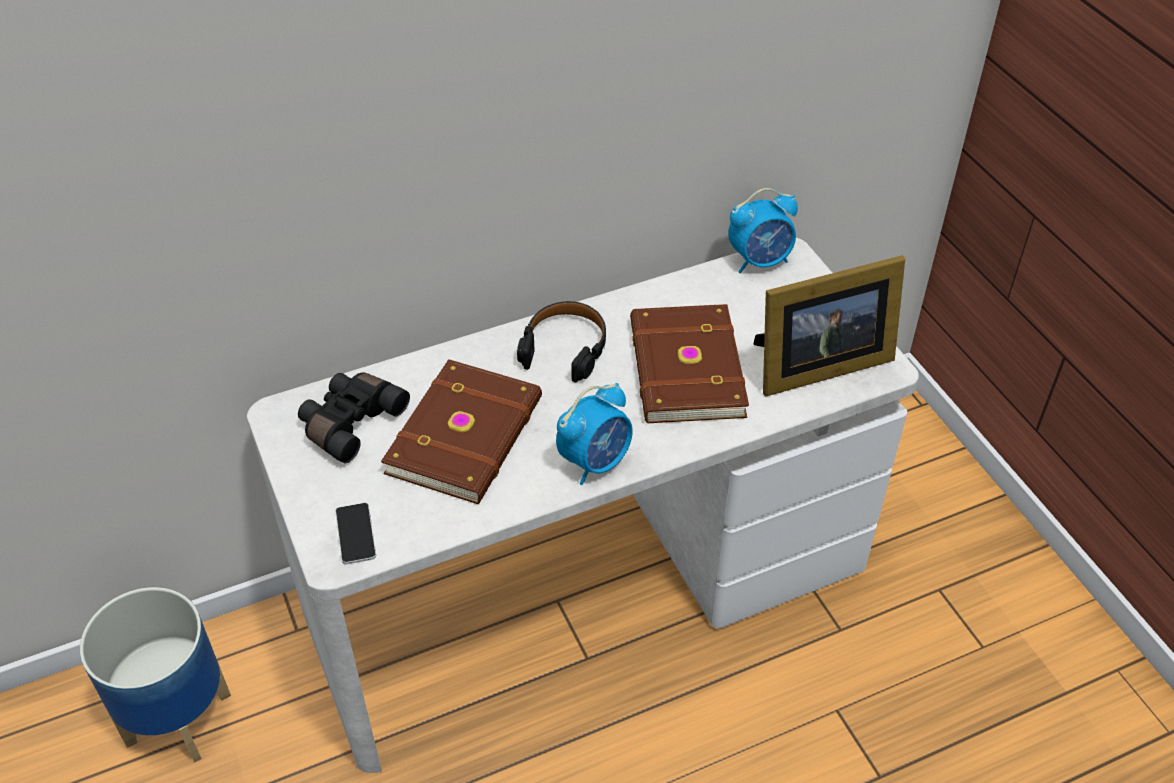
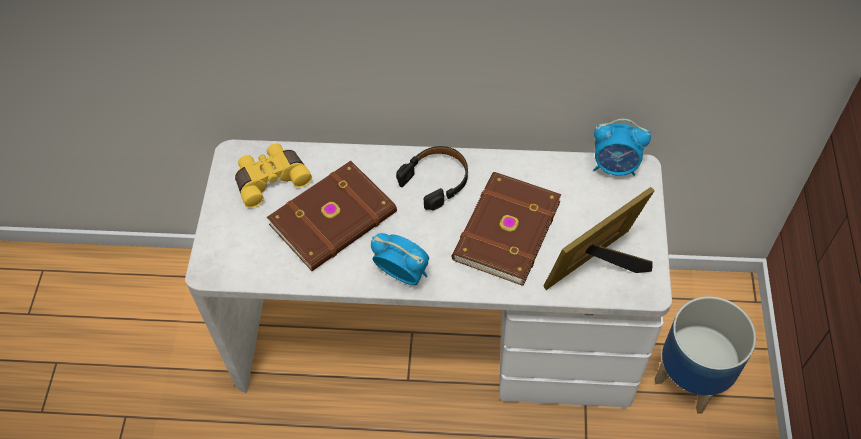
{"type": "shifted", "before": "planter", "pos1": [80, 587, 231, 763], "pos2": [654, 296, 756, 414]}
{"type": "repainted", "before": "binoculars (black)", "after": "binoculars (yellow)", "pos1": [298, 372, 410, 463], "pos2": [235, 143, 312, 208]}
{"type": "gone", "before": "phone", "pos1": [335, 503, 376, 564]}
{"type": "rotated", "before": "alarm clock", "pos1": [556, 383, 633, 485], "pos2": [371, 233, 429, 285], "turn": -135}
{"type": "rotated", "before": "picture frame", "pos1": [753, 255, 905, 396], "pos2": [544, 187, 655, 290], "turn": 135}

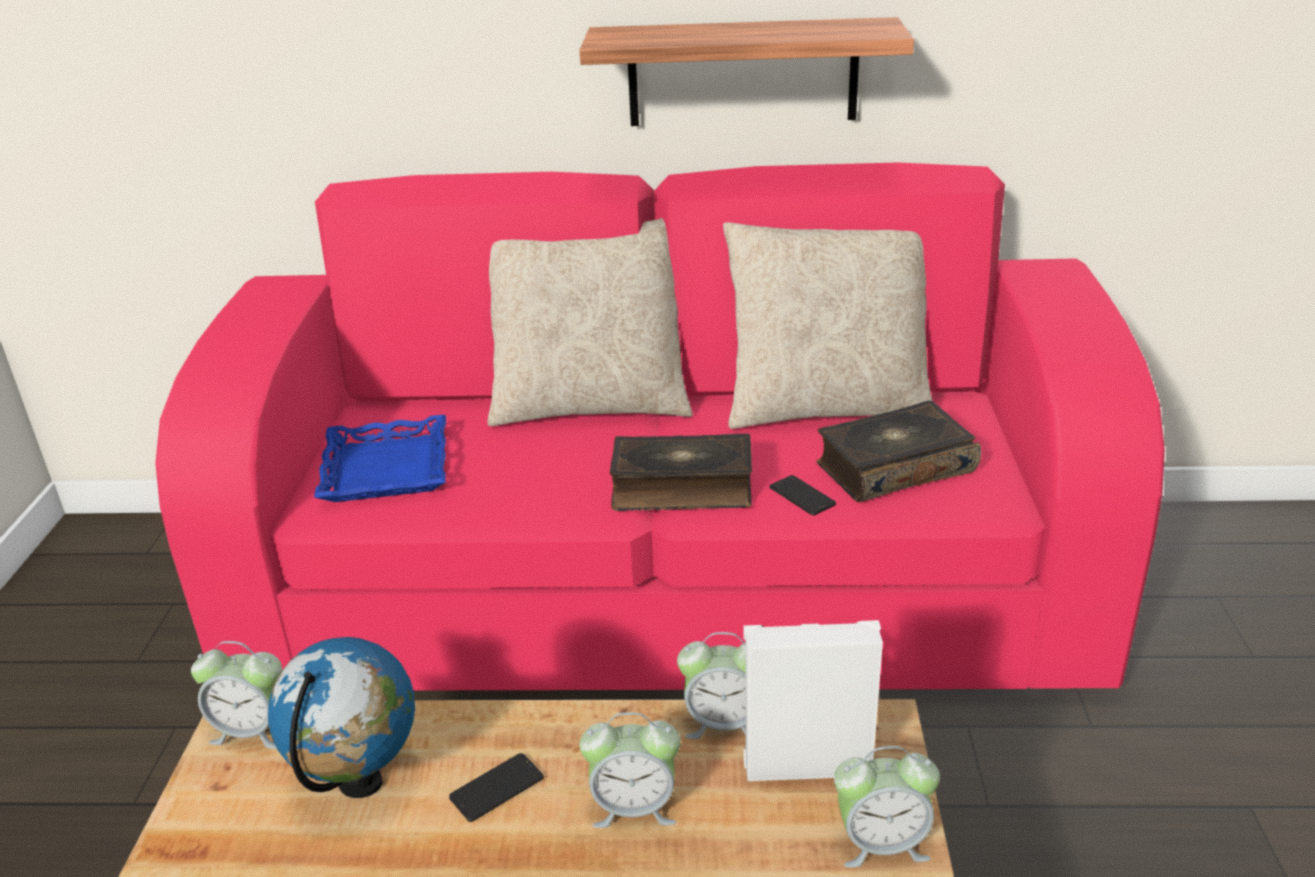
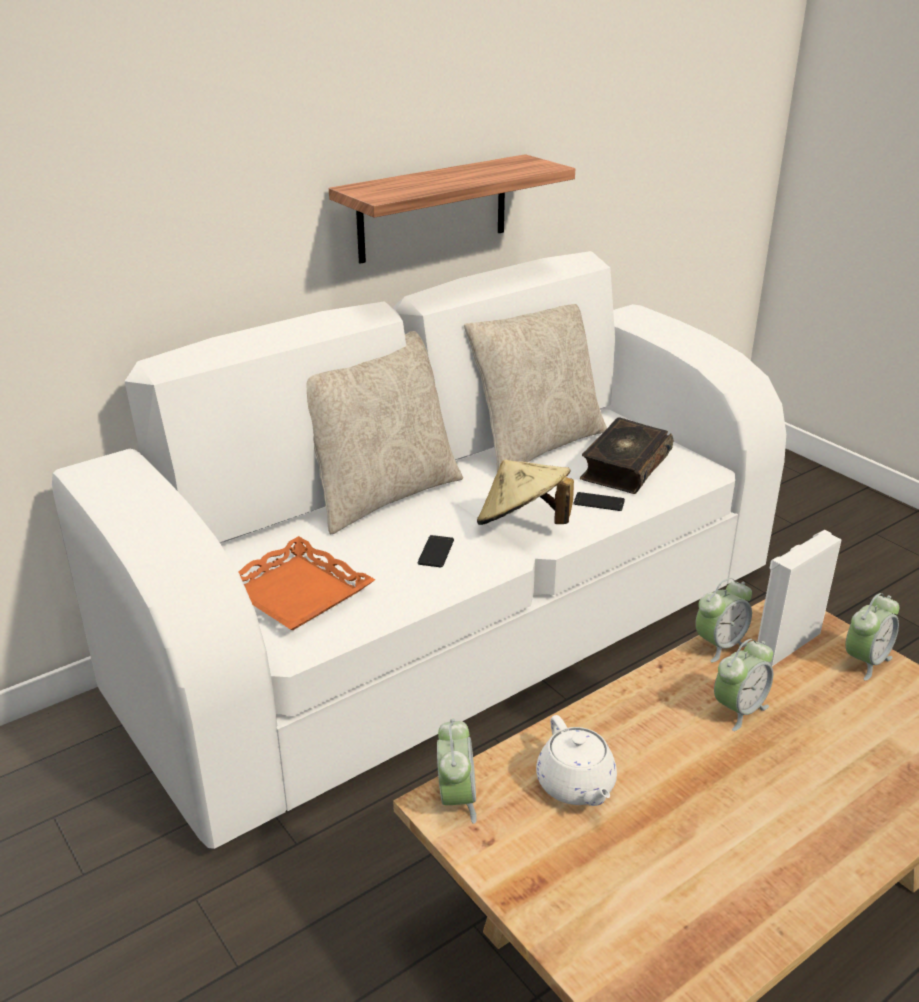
{"type": "repainted", "before": "sofa (pink)", "after": "sofa (white)", "pos1": [155, 162, 1165, 690], "pos2": [52, 251, 786, 849]}
{"type": "rotated", "before": "alarm clock", "pos1": [191, 641, 282, 749], "pos2": [437, 719, 477, 824], "turn": -60}
{"type": "swapped", "before": "globe", "after": "teapot (white)", "pos1": [268, 637, 415, 798], "pos2": [536, 715, 617, 806]}
{"type": "repainted", "before": "tray (blue)", "after": "tray (orange)", "pos1": [314, 415, 446, 502], "pos2": [238, 536, 376, 630]}
{"type": "shifted", "before": "phone", "pos1": [449, 753, 544, 822], "pos2": [418, 535, 454, 567]}
{"type": "swapped", "before": "book", "after": "hat (beige)", "pos1": [609, 434, 752, 511], "pos2": [477, 459, 574, 525]}

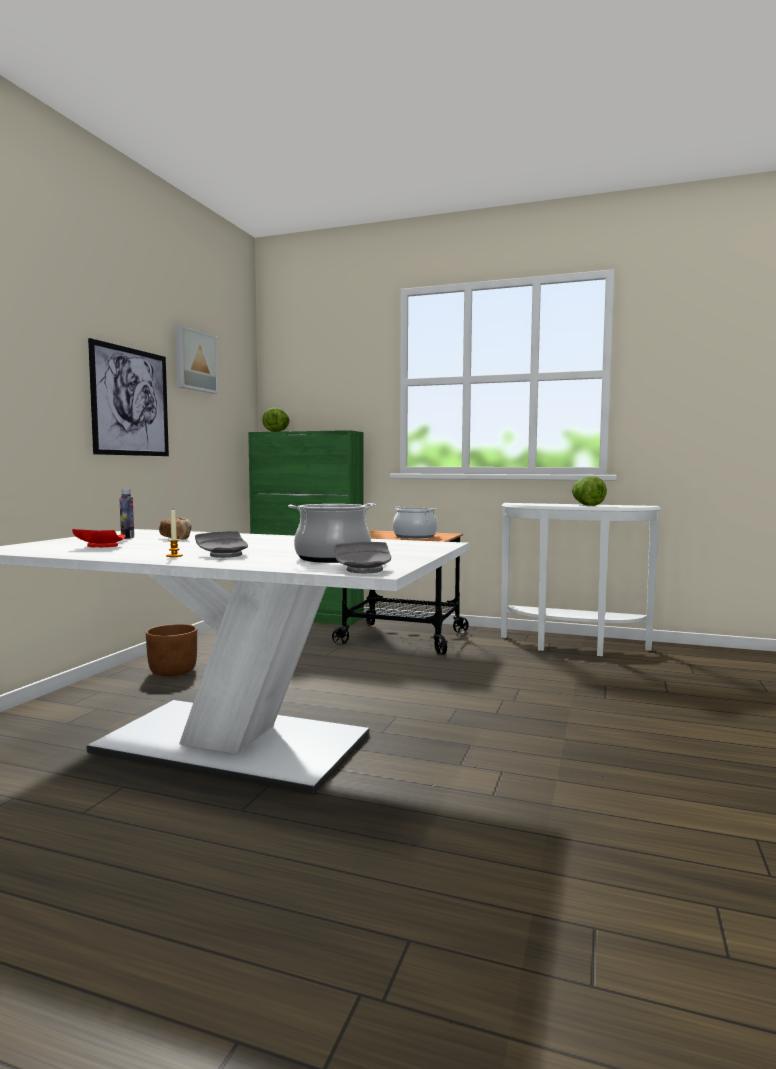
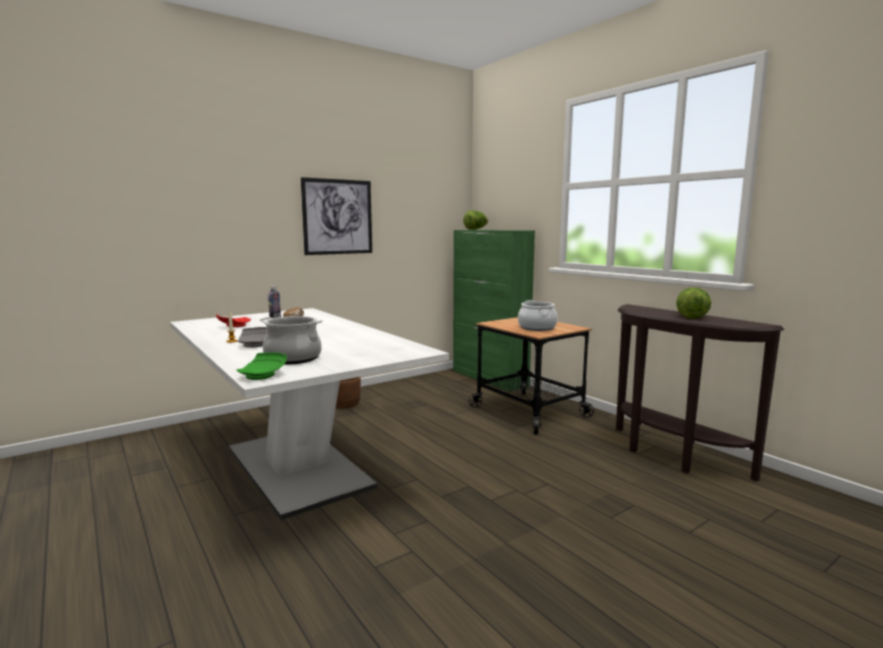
{"type": "gone", "before": "picture", "pos1": [175, 325, 218, 394]}
{"type": "repainted", "before": "plate (grey)", "after": "plate (green)", "pos1": [334, 542, 391, 573], "pos2": [237, 352, 287, 380]}
{"type": "repainted", "before": "console table (white)", "after": "console table (brown)", "pos1": [501, 503, 662, 656], "pos2": [616, 304, 784, 482]}

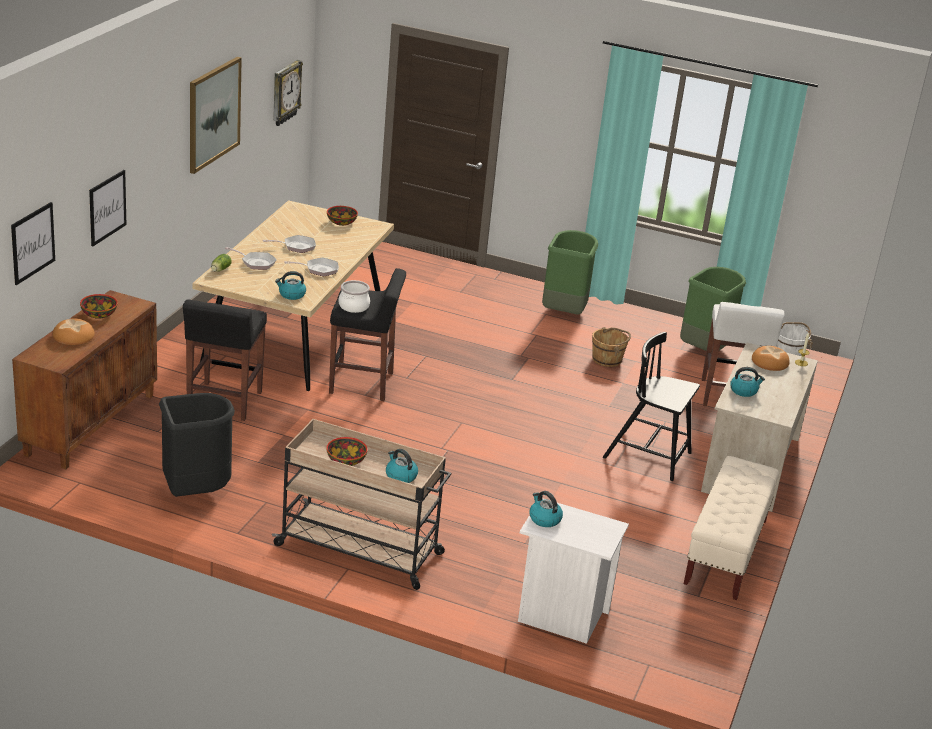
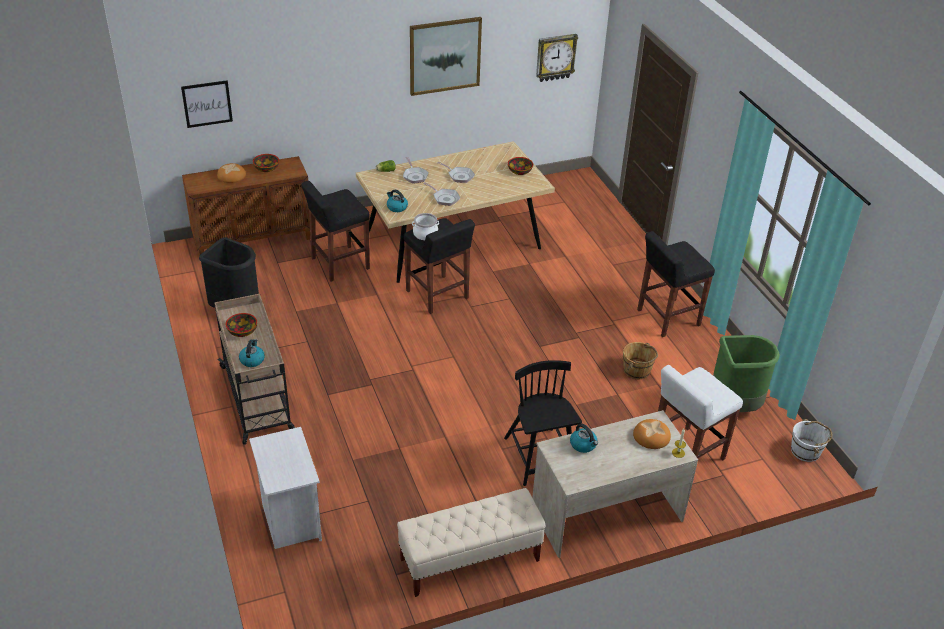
{"type": "gone", "before": "picture", "pos1": [89, 170, 126, 246]}
{"type": "gone", "before": "kettle", "pos1": [530, 491, 563, 527]}
{"type": "swapped", "before": "trash can (green)", "after": "stool (black)", "pos1": [542, 230, 598, 315], "pos2": [637, 231, 715, 337]}

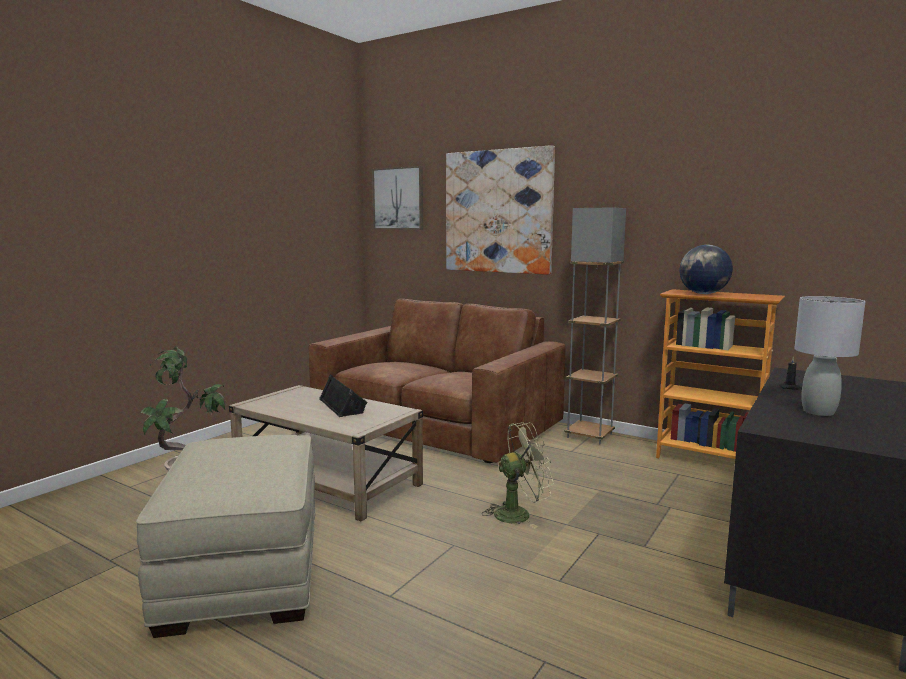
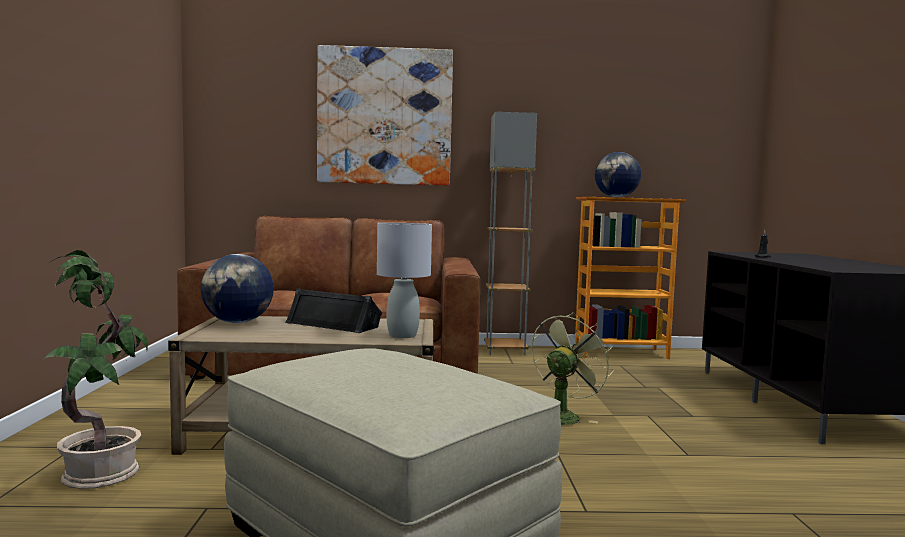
{"type": "gone", "before": "picture", "pos1": [372, 166, 423, 230]}
{"type": "shifted", "before": "table lamp (grey)", "pos1": [794, 296, 865, 416], "pos2": [377, 223, 432, 338]}
{"type": "new", "after": "globe", "pos2": [201, 254, 274, 323]}

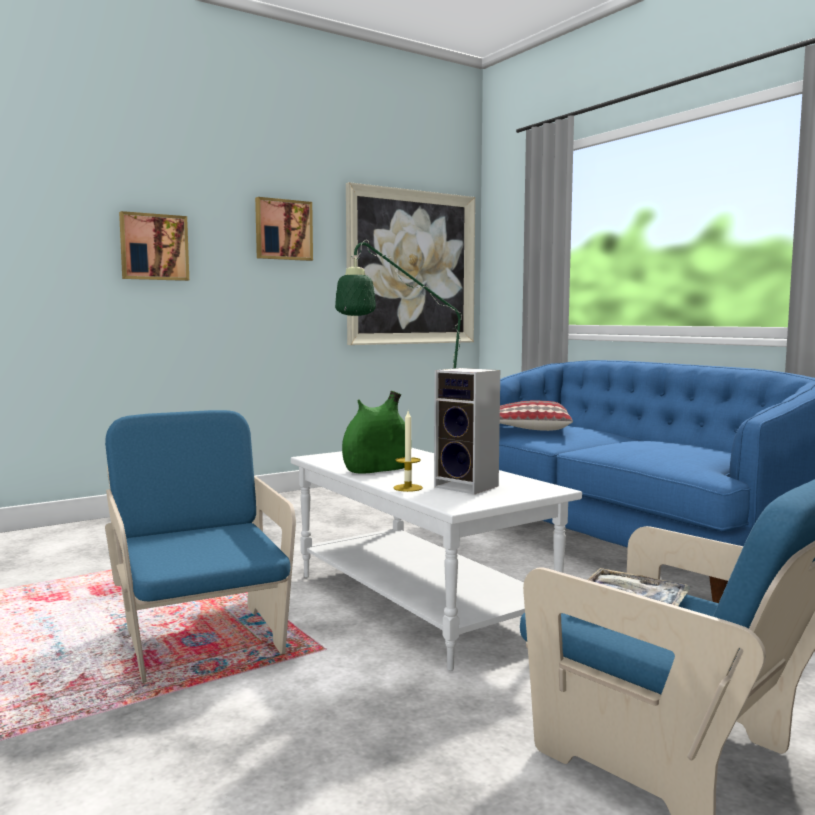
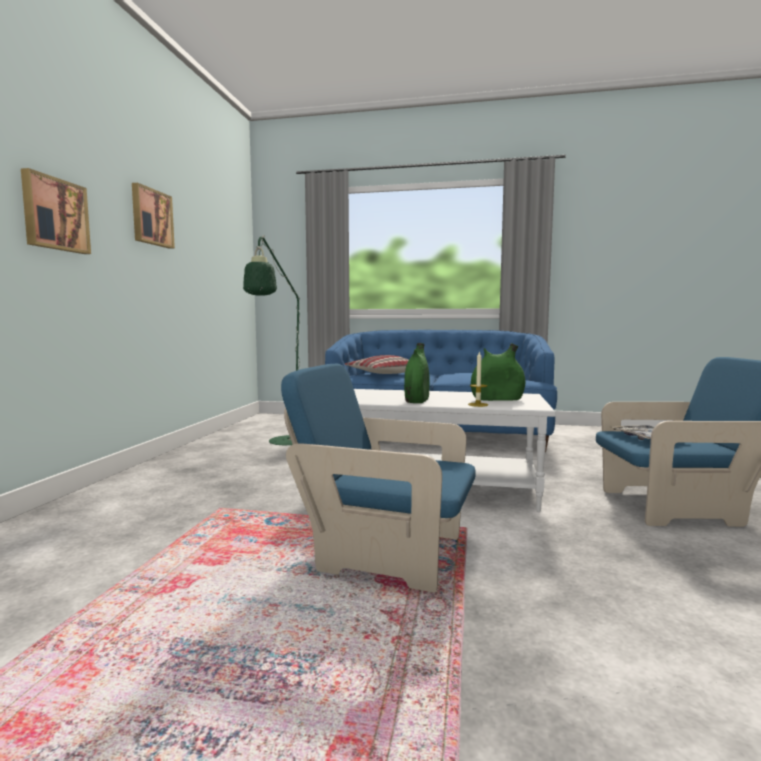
{"type": "gone", "before": "picture", "pos1": [346, 182, 475, 345]}
{"type": "swapped", "before": "speaker", "after": "vase (green)", "pos1": [434, 368, 500, 494], "pos2": [471, 343, 525, 401]}

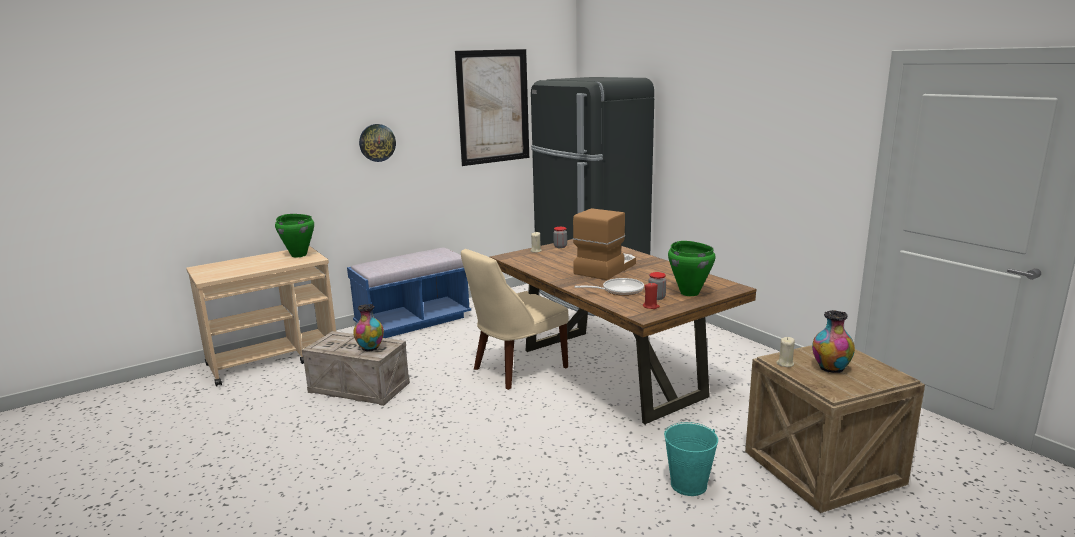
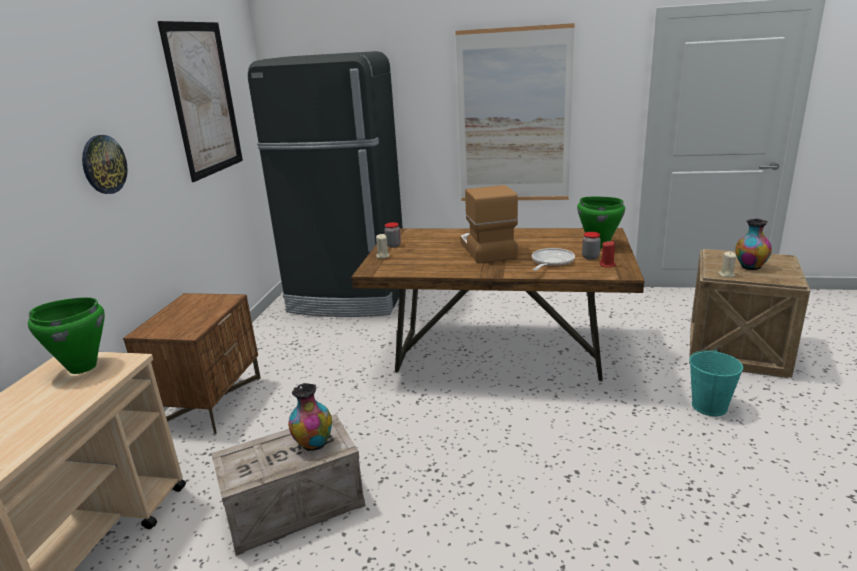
{"type": "swapped", "before": "bench (blue)", "after": "nightstand (brown)", "pos1": [347, 248, 471, 338], "pos2": [123, 293, 261, 434]}
{"type": "gone", "before": "chair (beige)", "pos1": [461, 249, 569, 390]}
{"type": "new", "after": "picture", "pos2": [455, 23, 575, 201]}

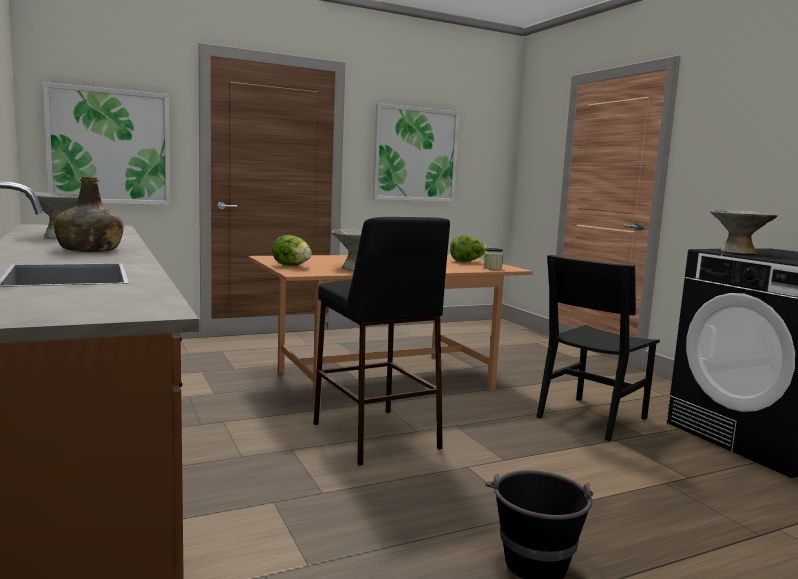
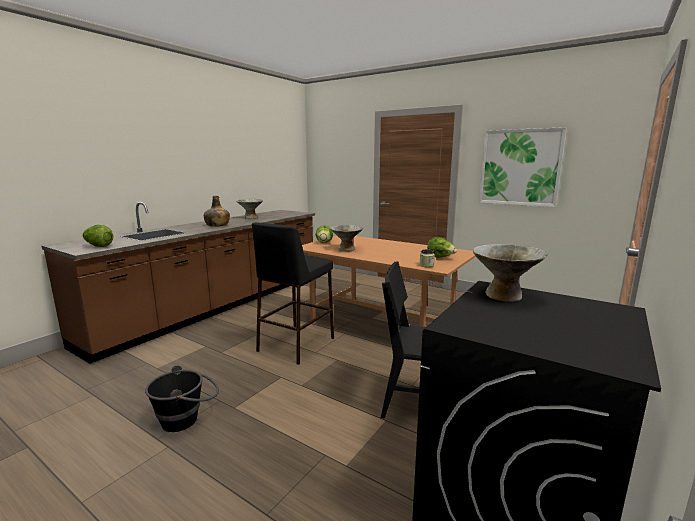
{"type": "gone", "before": "picture", "pos1": [43, 82, 171, 205]}
{"type": "new", "after": "lettuce", "pos2": [82, 225, 113, 247]}

